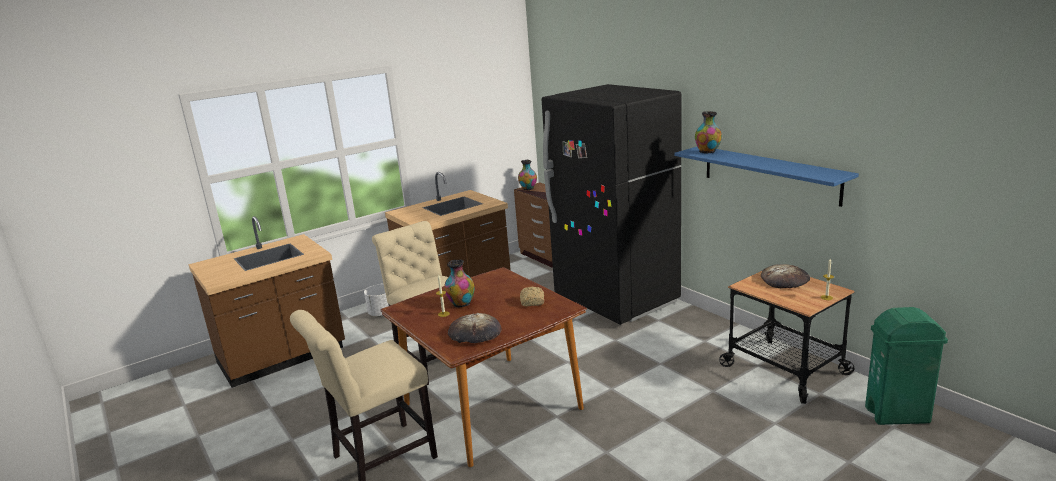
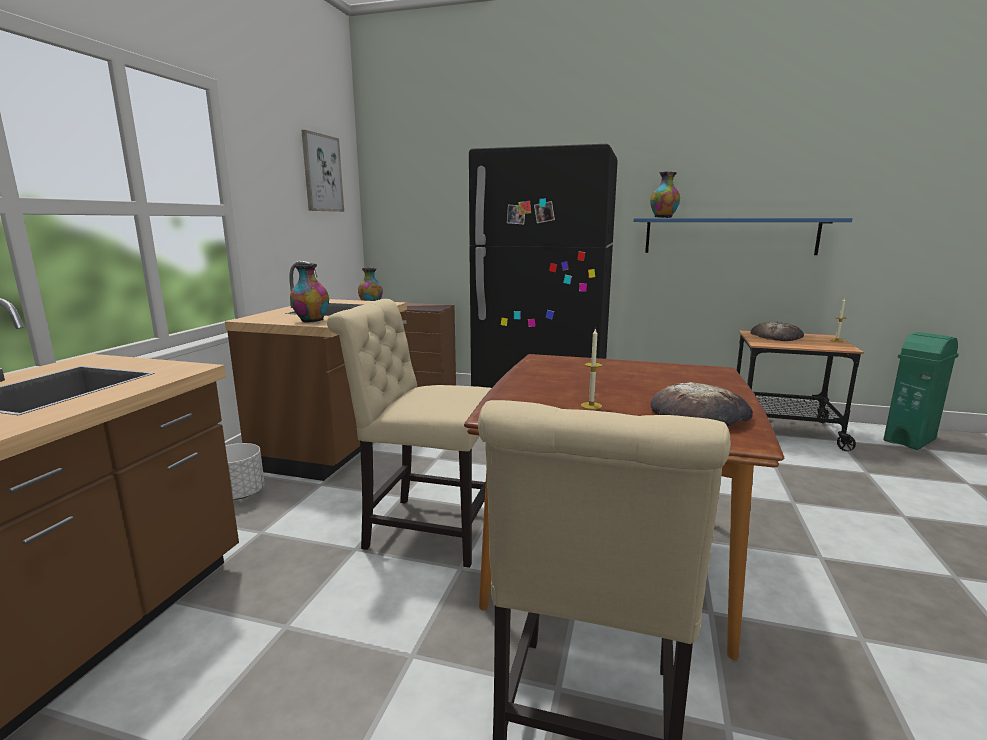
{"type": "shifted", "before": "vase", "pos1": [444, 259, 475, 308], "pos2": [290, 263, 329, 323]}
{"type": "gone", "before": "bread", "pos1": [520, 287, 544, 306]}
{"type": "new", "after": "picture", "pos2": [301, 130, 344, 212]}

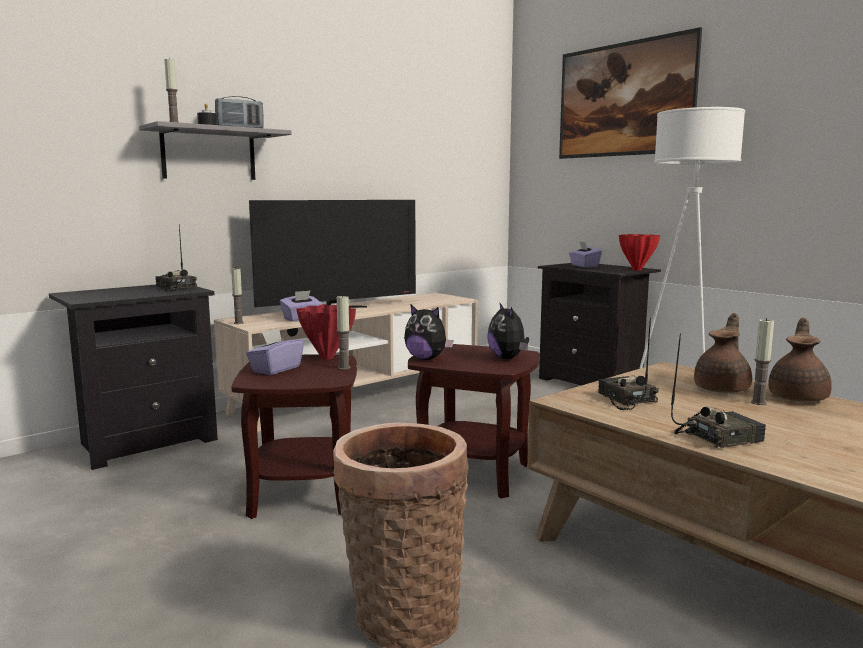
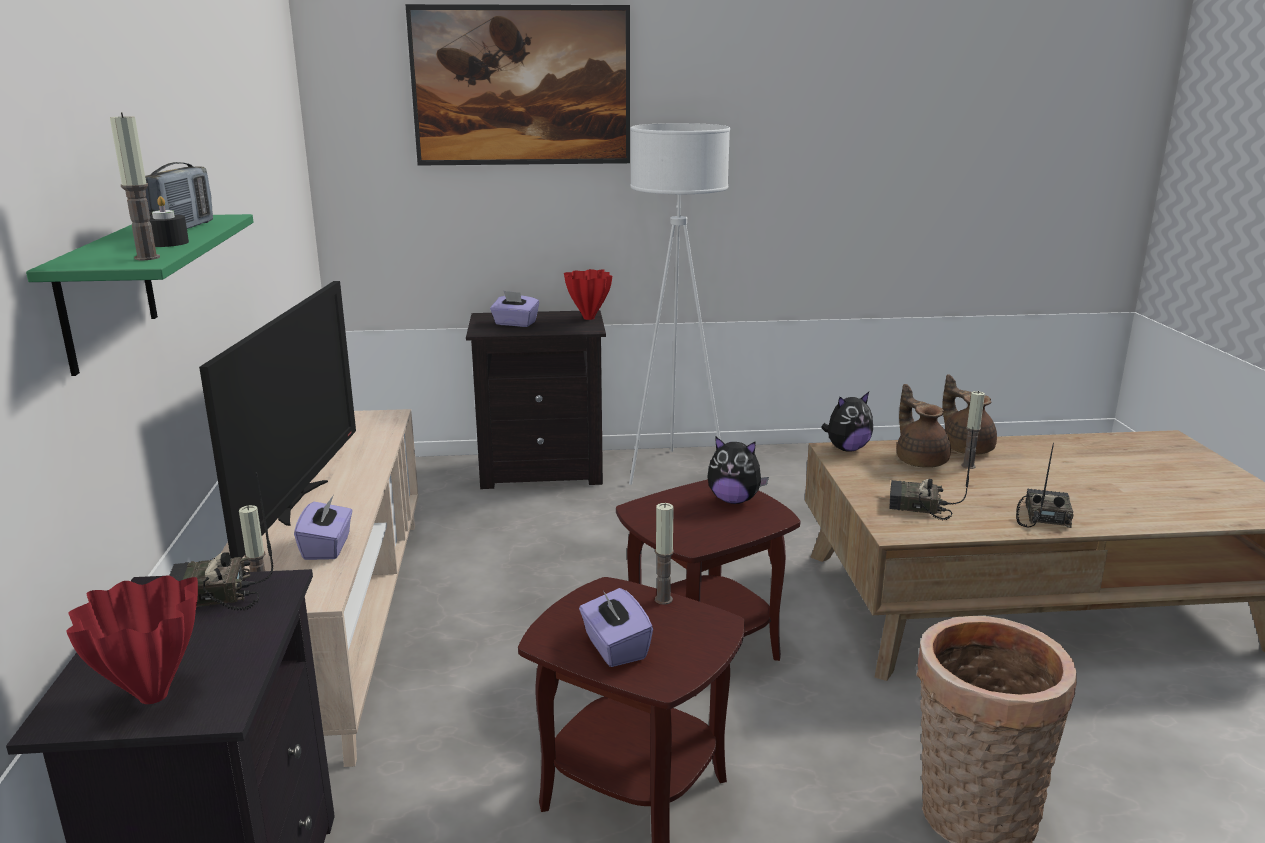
{"type": "repainted", "before": "shelf (grey)", "after": "shelf (green)", "pos1": [139, 121, 292, 180], "pos2": [26, 214, 253, 376]}
{"type": "shifted", "before": "vase (red)", "pos1": [296, 304, 356, 360], "pos2": [66, 575, 198, 704]}
{"type": "shifted", "before": "plush toy", "pos1": [404, 304, 454, 360], "pos2": [821, 392, 873, 452]}

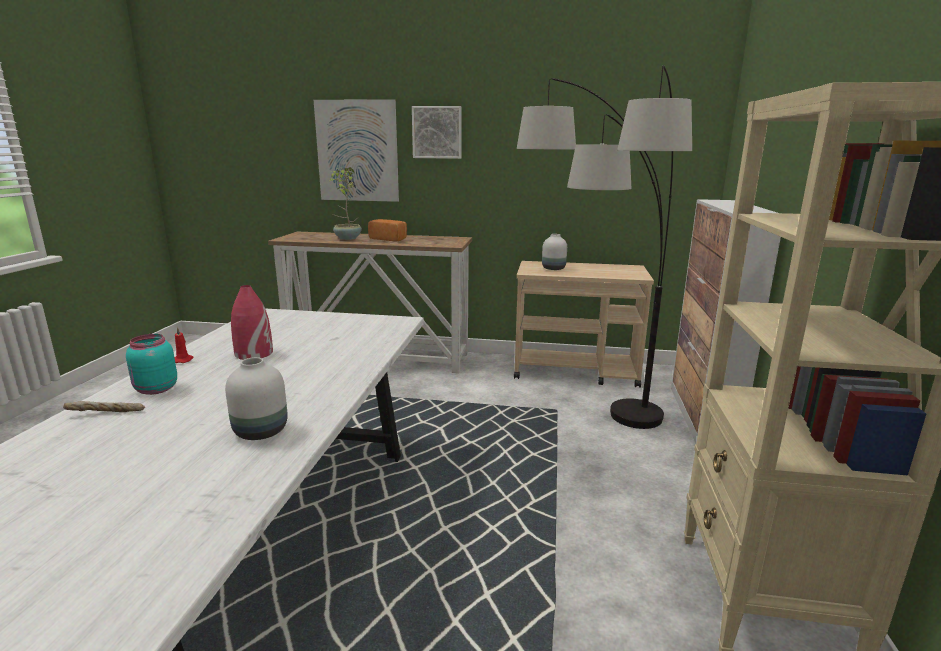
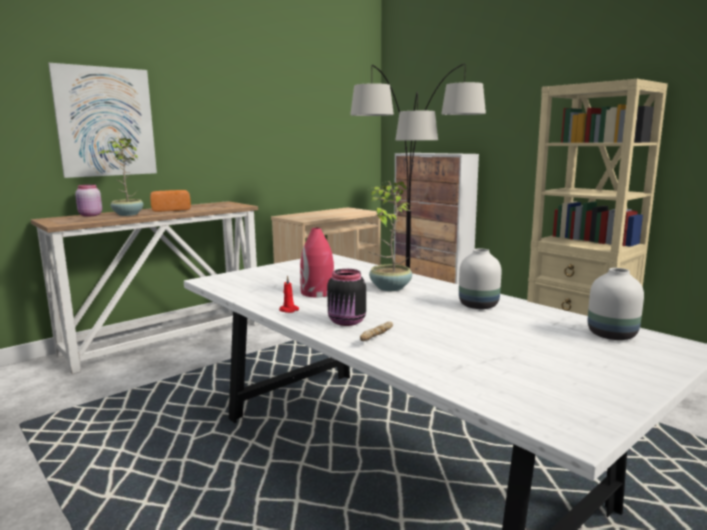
{"type": "repainted", "before": "jar (turquoise)", "after": "jar (black)", "pos1": [126, 334, 177, 395], "pos2": [327, 269, 366, 326]}
{"type": "gone", "before": "picture", "pos1": [412, 106, 462, 159]}
{"type": "shifted", "before": "vase (white)", "pos1": [542, 234, 567, 270], "pos2": [588, 268, 644, 340]}
{"type": "new", "after": "jar (pink)", "pos2": [75, 184, 102, 217]}
{"type": "new", "after": "potted plant", "pos2": [369, 181, 414, 291]}

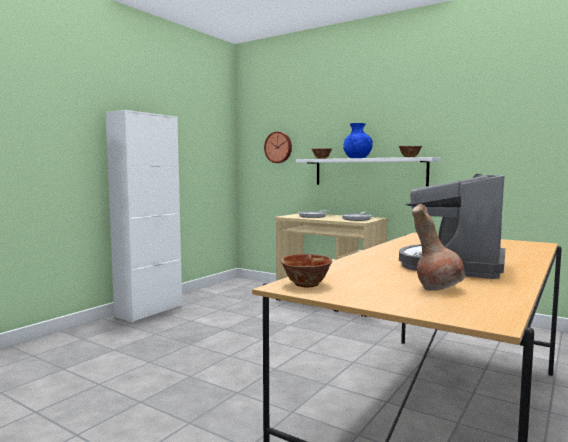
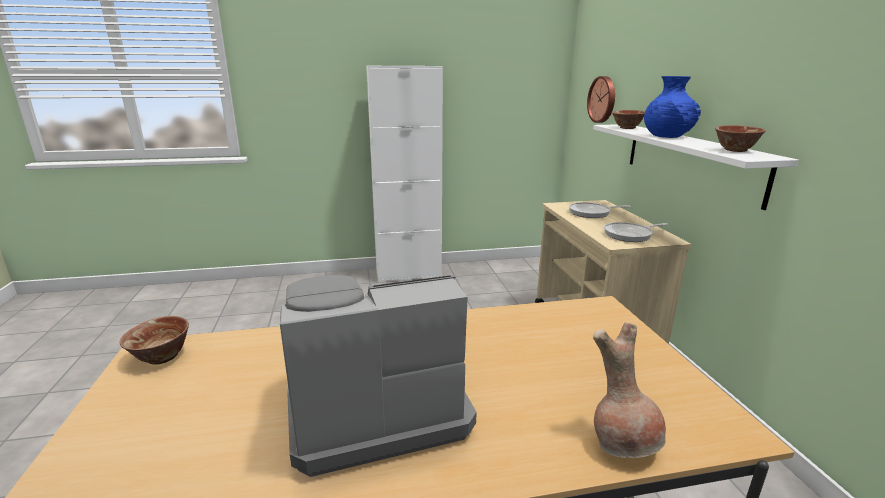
{"type": "shifted", "before": "vase (brown)", "pos1": [412, 204, 465, 291], "pos2": [593, 322, 666, 458]}

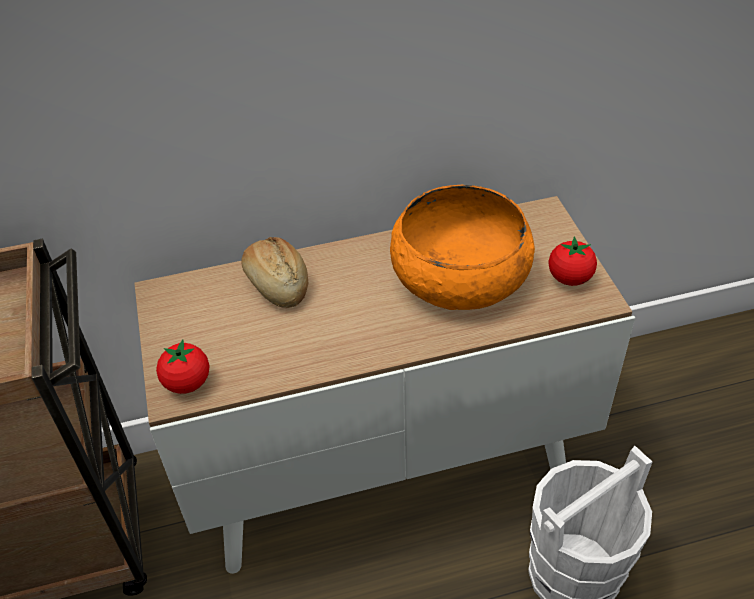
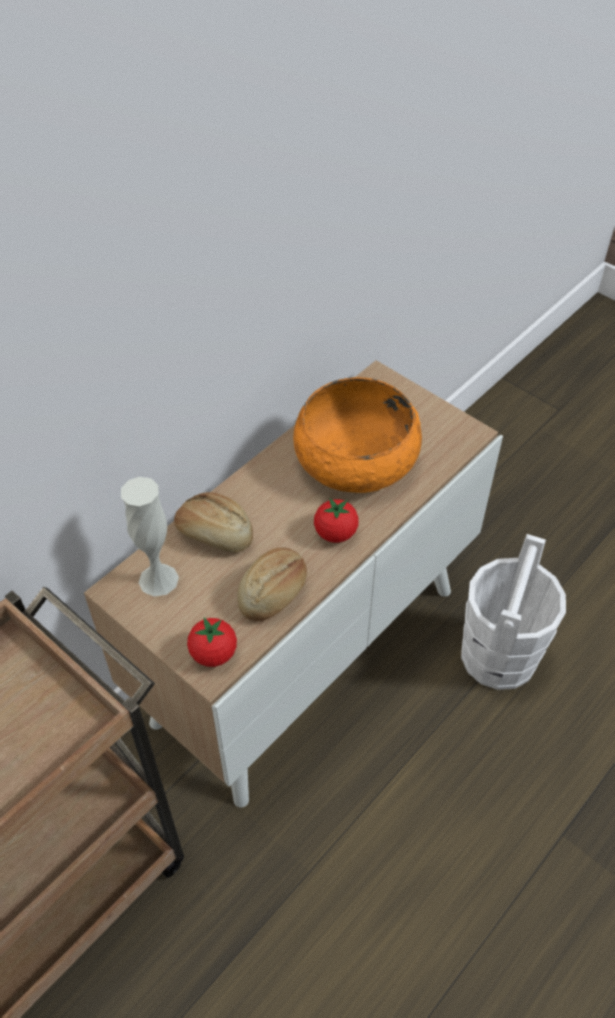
{"type": "shifted", "before": "tomato", "pos1": [548, 237, 597, 286], "pos2": [314, 498, 359, 543]}
{"type": "new", "after": "vase (white)", "pos2": [121, 477, 179, 597]}
{"type": "new", "after": "bread", "pos2": [237, 547, 307, 621]}

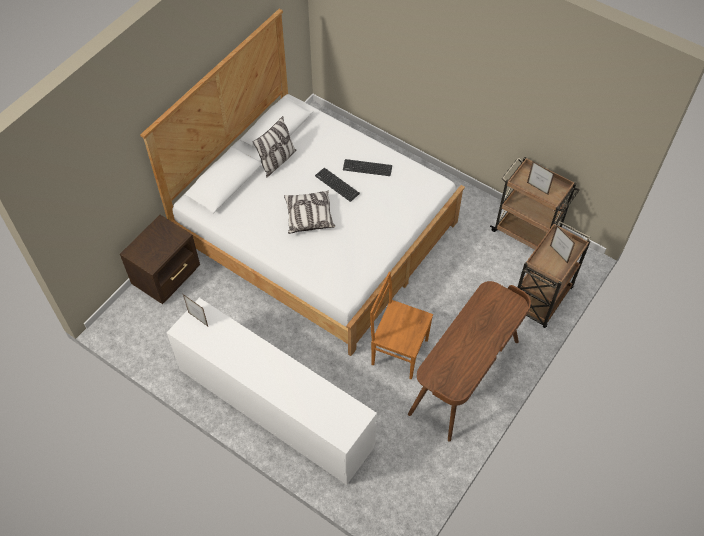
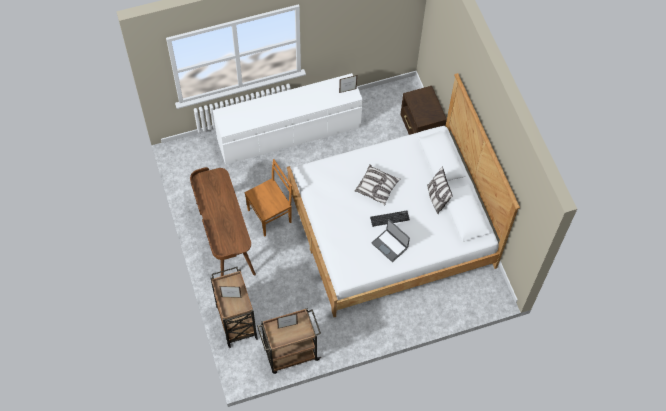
{"type": "swapped", "before": "keyboard", "after": "laptop", "pos1": [343, 159, 392, 176], "pos2": [372, 219, 410, 262]}

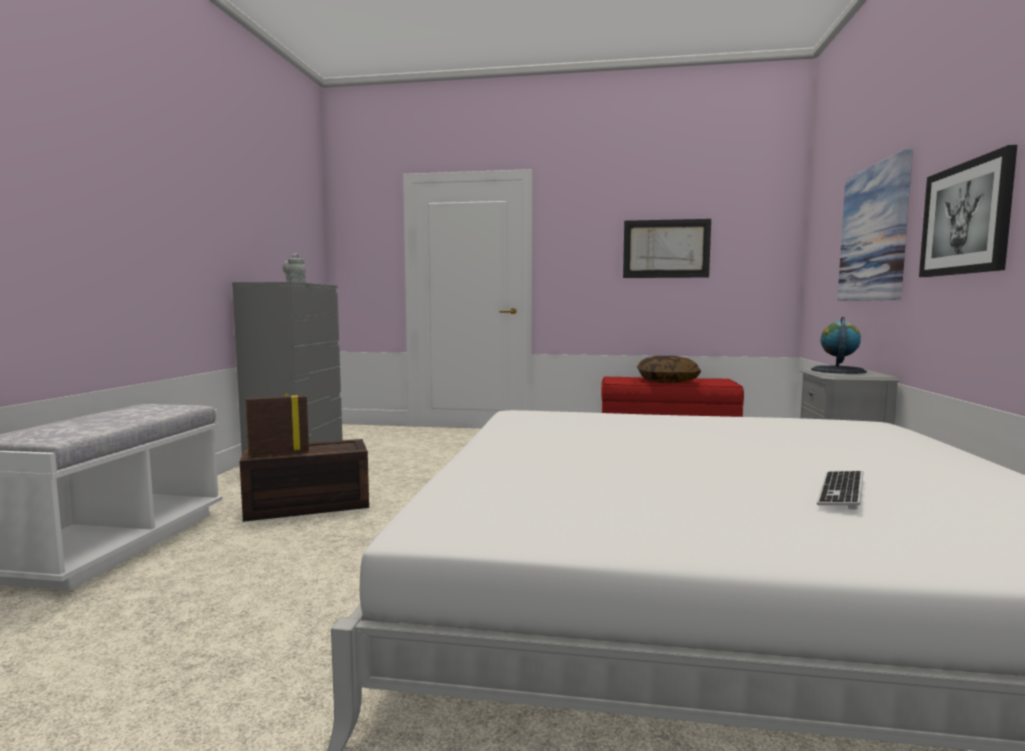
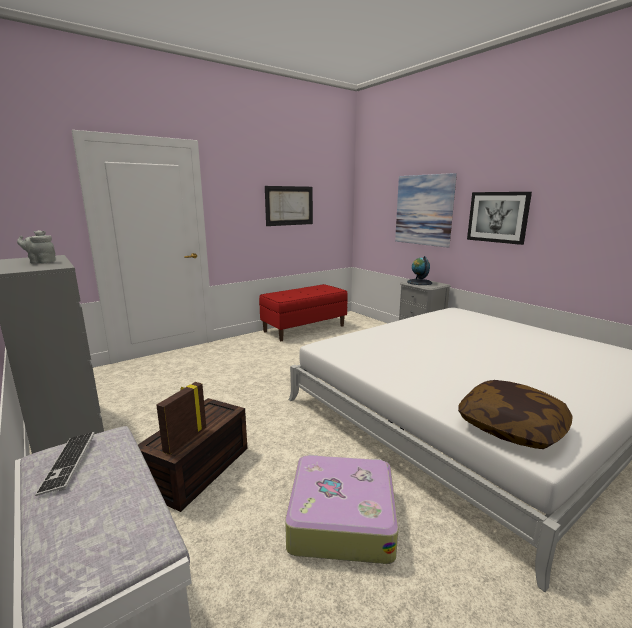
{"type": "shifted", "before": "pillow", "pos1": [637, 356, 701, 383], "pos2": [458, 380, 573, 449]}
{"type": "shifted", "before": "keyboard", "pos1": [817, 471, 863, 509], "pos2": [35, 432, 95, 496]}
{"type": "new", "after": "suitcase", "pos2": [285, 455, 398, 564]}

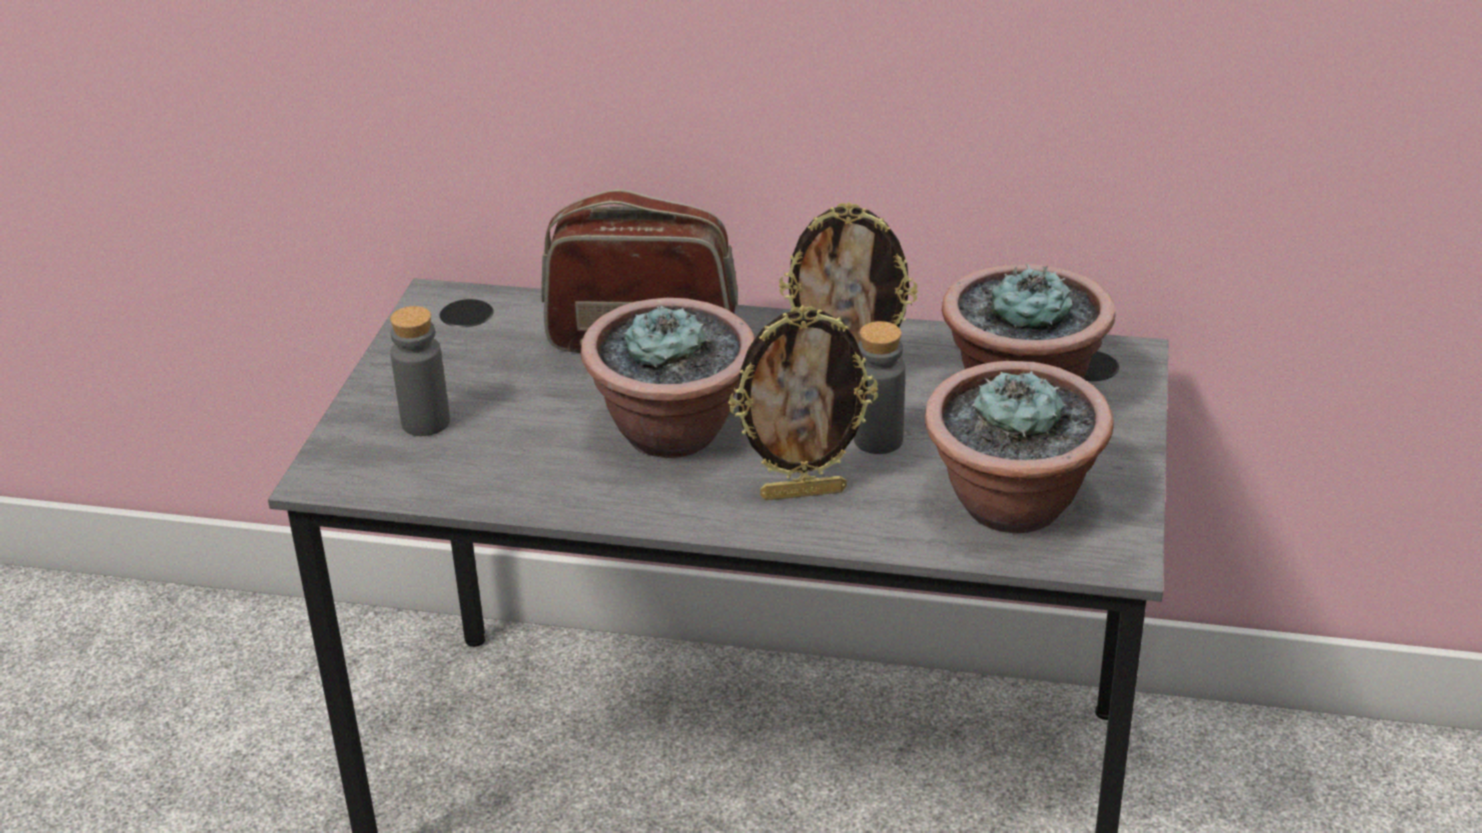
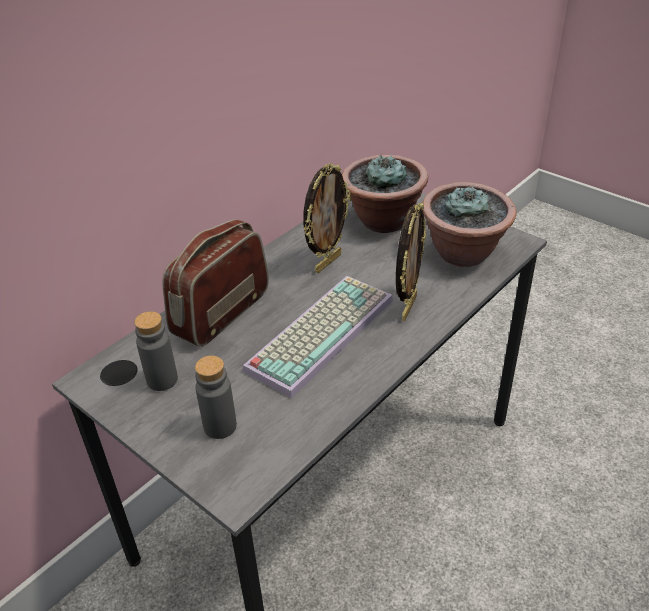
{"type": "swapped", "before": "potted plant", "after": "keyboard", "pos1": [581, 298, 755, 458], "pos2": [242, 276, 393, 398]}
{"type": "shifted", "before": "bottle (grey)", "pos1": [854, 321, 905, 454], "pos2": [134, 311, 178, 391]}

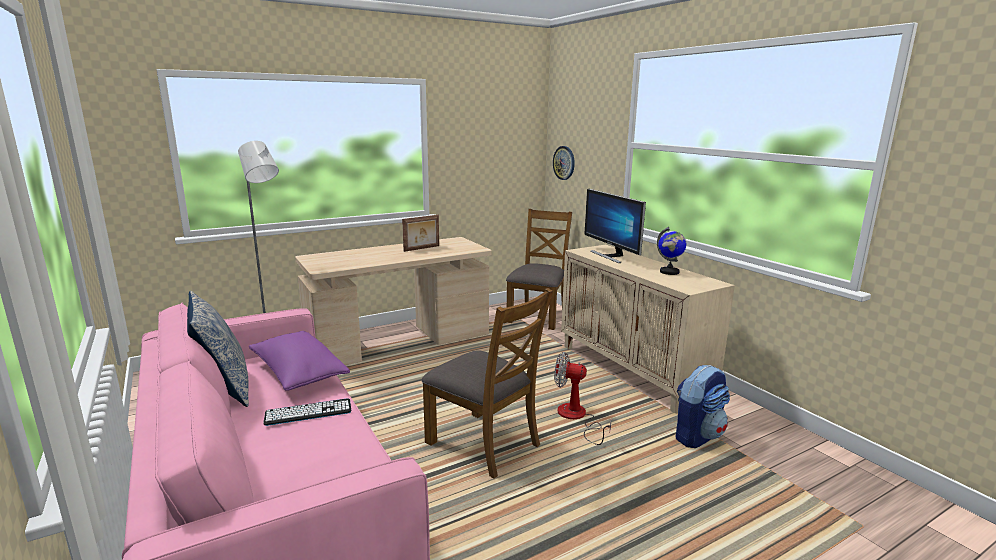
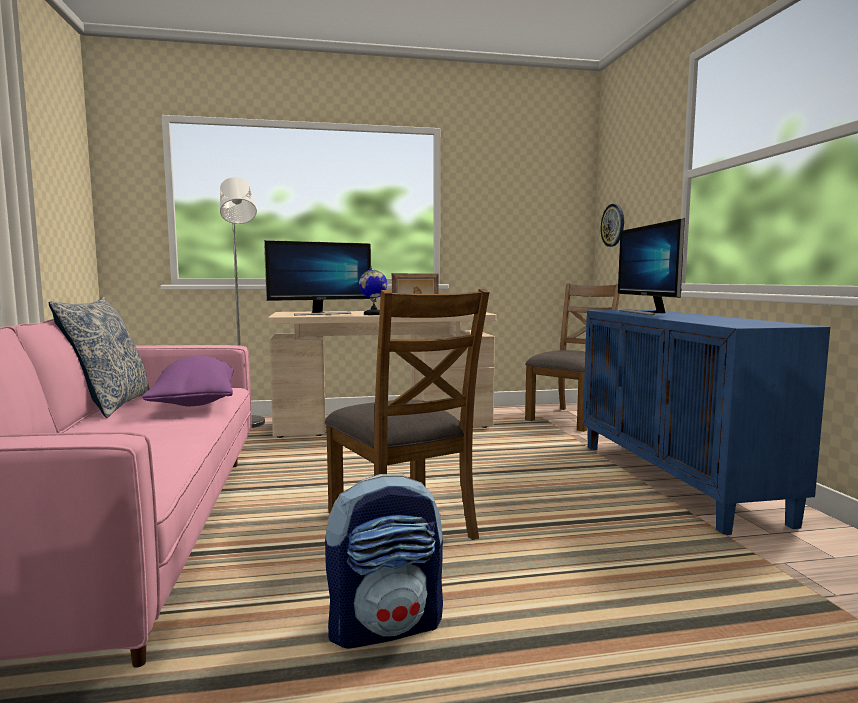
{"type": "gone", "before": "keyboard", "pos1": [263, 398, 352, 426]}
{"type": "gone", "before": "fan", "pos1": [554, 352, 612, 445]}
{"type": "repainted", "before": "cabinet (beige)", "after": "cabinet (blue)", "pos1": [561, 245, 735, 413], "pos2": [583, 310, 830, 535]}
{"type": "shifted", "before": "globe", "pos1": [657, 227, 686, 275], "pos2": [359, 266, 387, 315]}
{"type": "shifted", "before": "backpack", "pos1": [676, 365, 730, 448], "pos2": [325, 474, 443, 648]}
{"type": "new", "after": "monitor", "pos2": [264, 240, 371, 315]}

